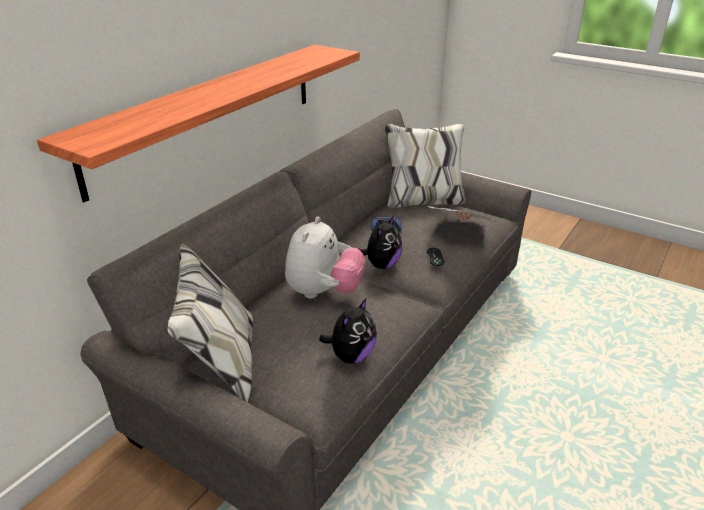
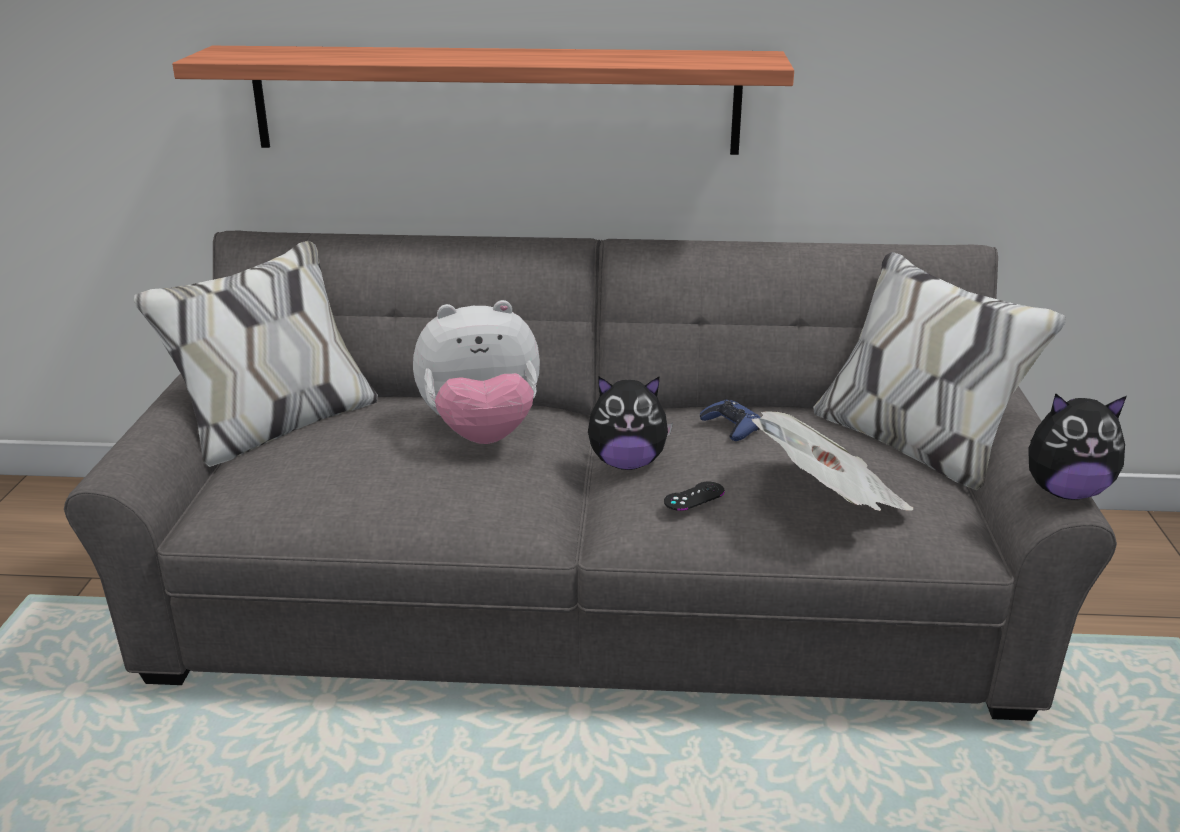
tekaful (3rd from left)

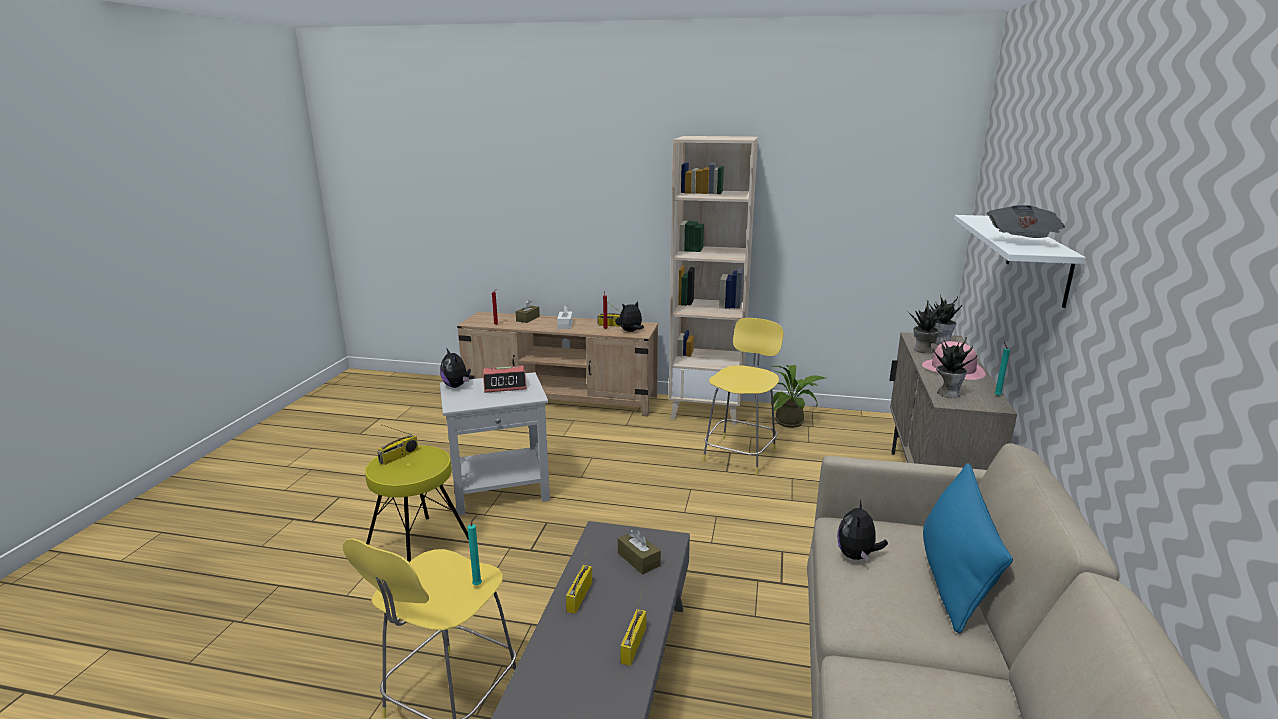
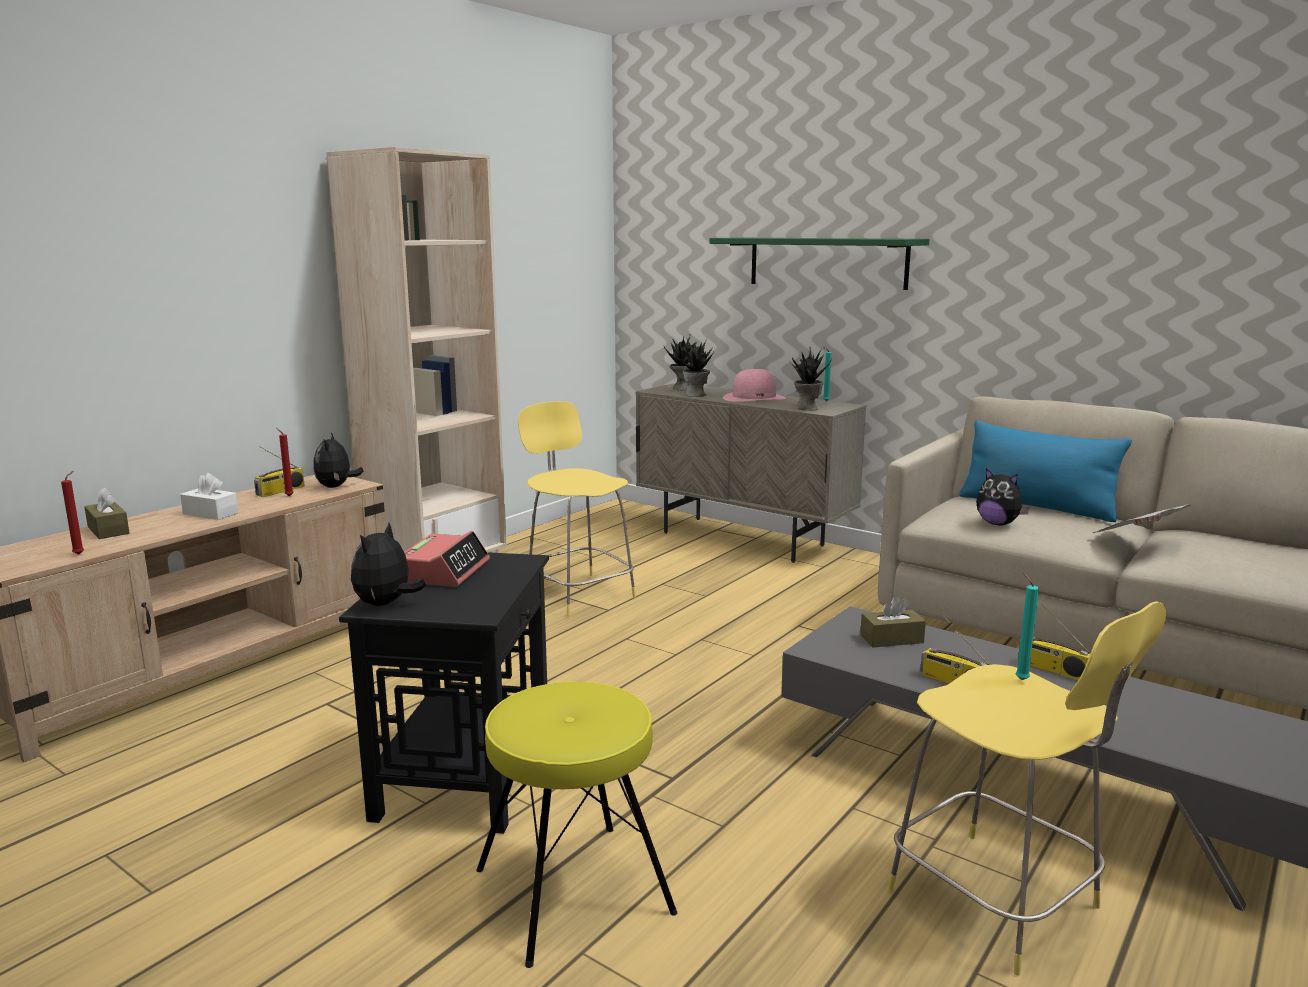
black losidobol
tekaful (2nd from left)
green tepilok
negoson
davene (1st from left in the first image)
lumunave (1st from left in the first image)

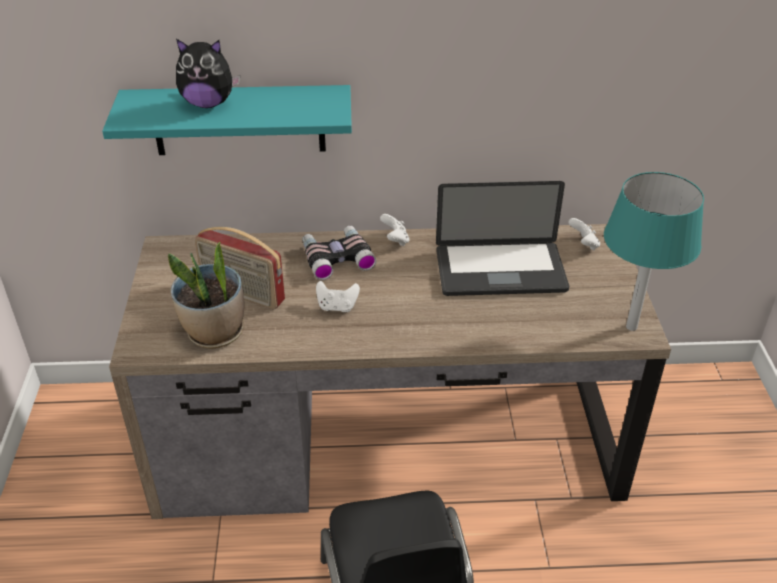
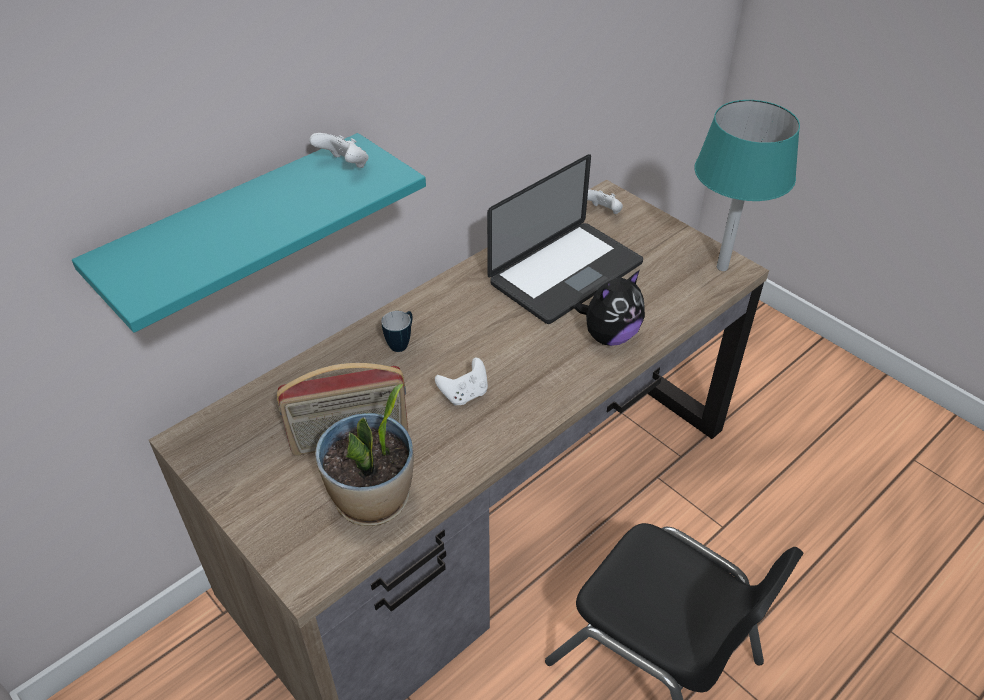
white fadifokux (1st from left)
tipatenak
tekaful

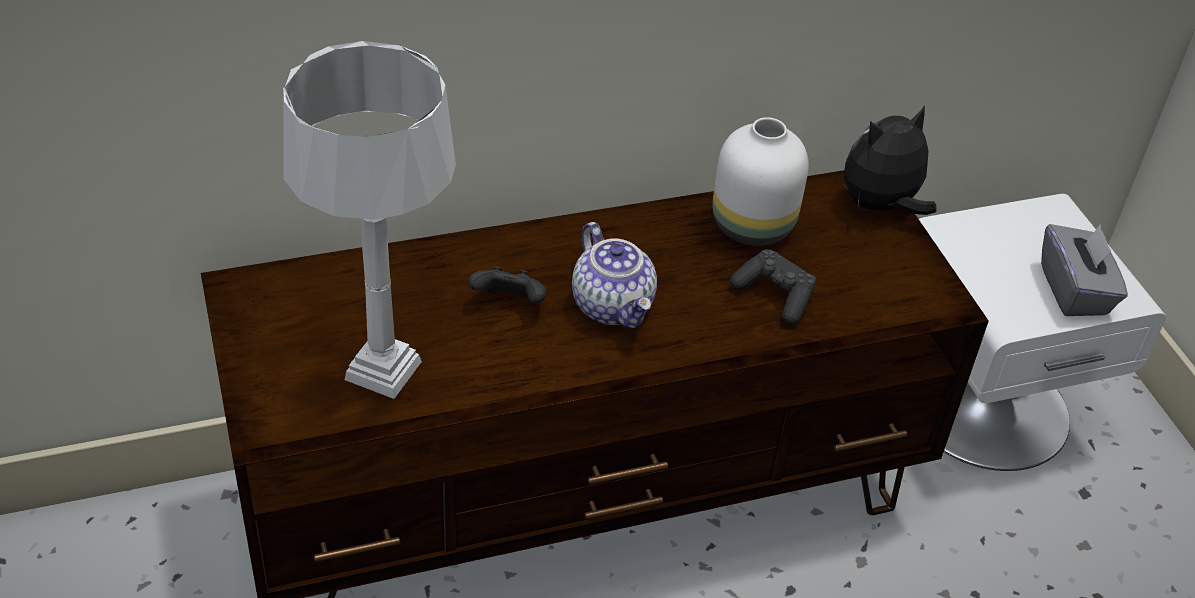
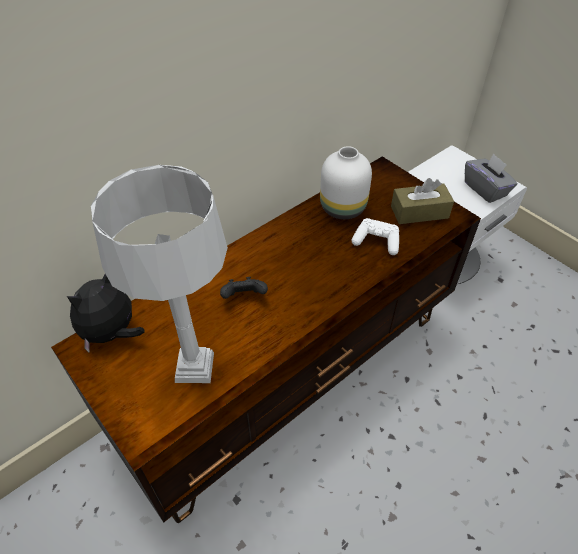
tekaful
white fadifokux
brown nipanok
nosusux

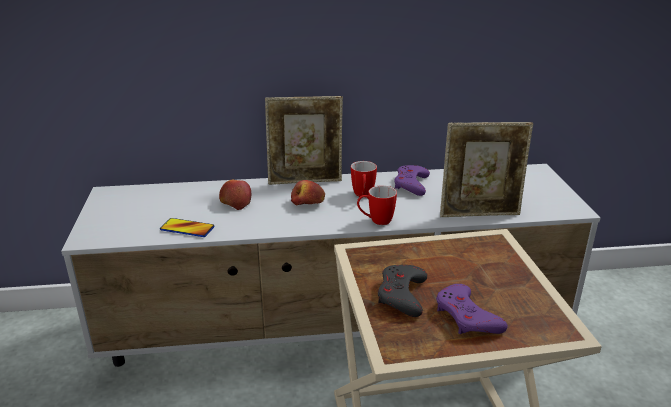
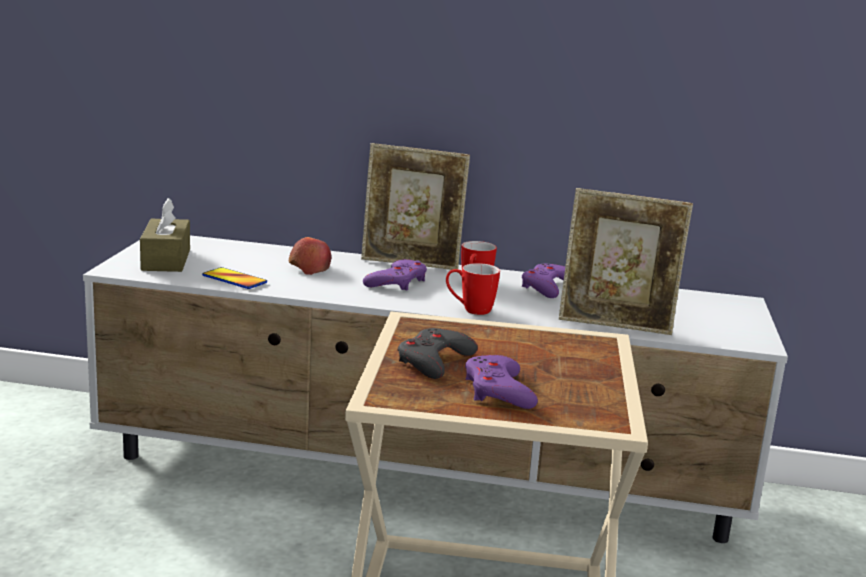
brown nipanok
purple fadifokux (1st from left)

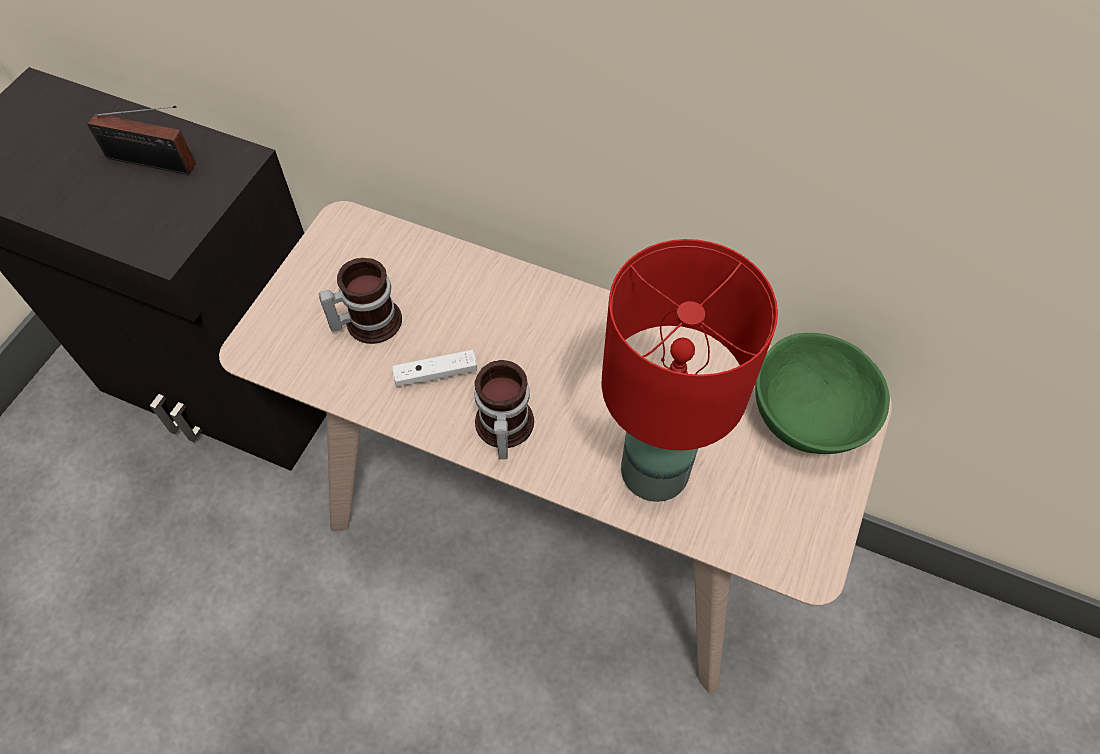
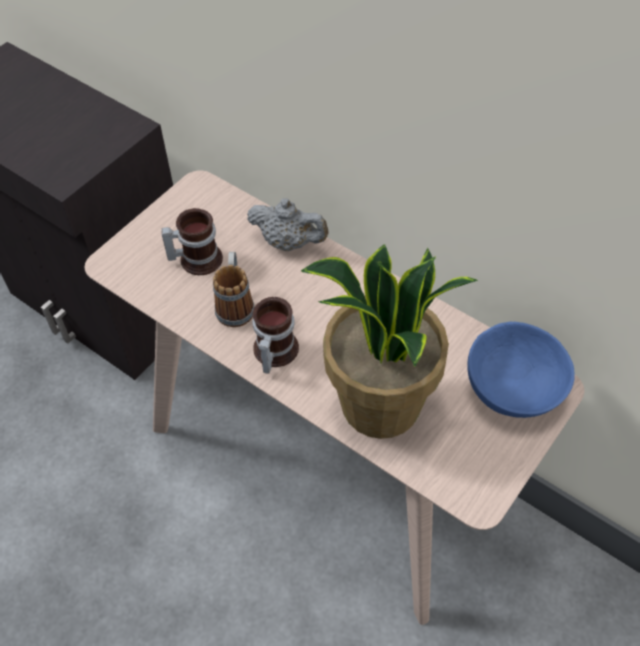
tipatenak (2nd from left)
grey nosusux
lumunave
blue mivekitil
davene

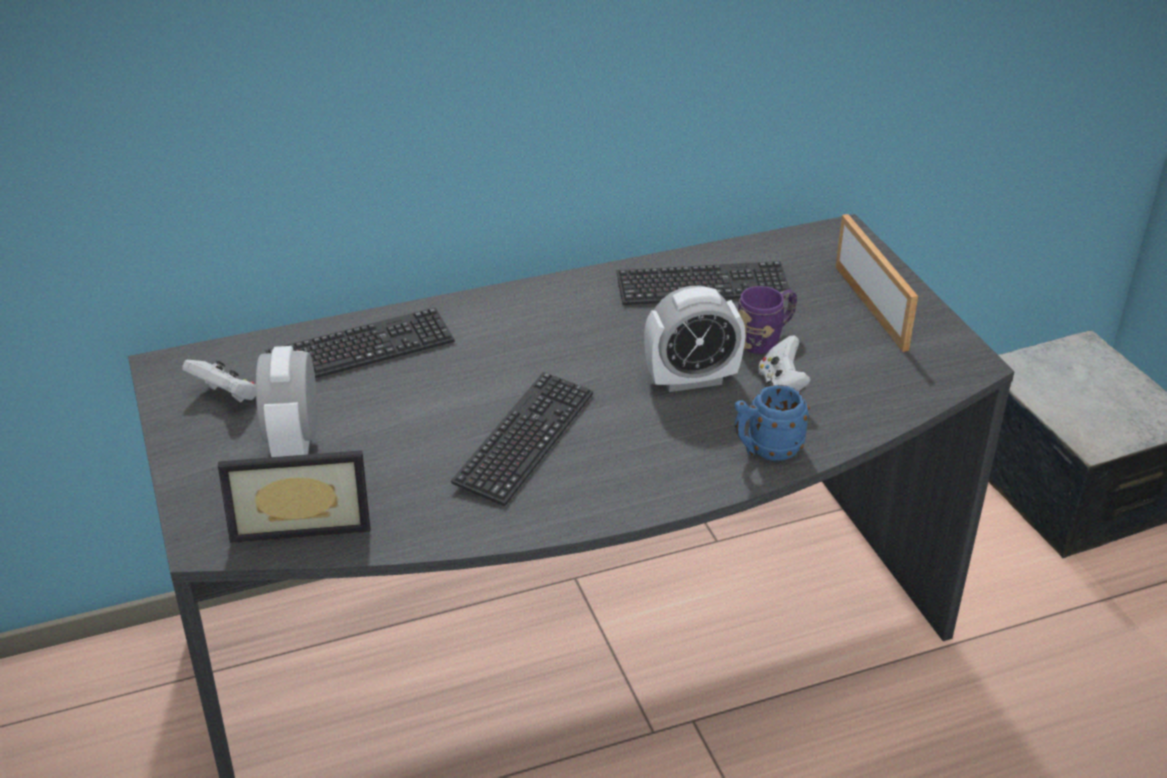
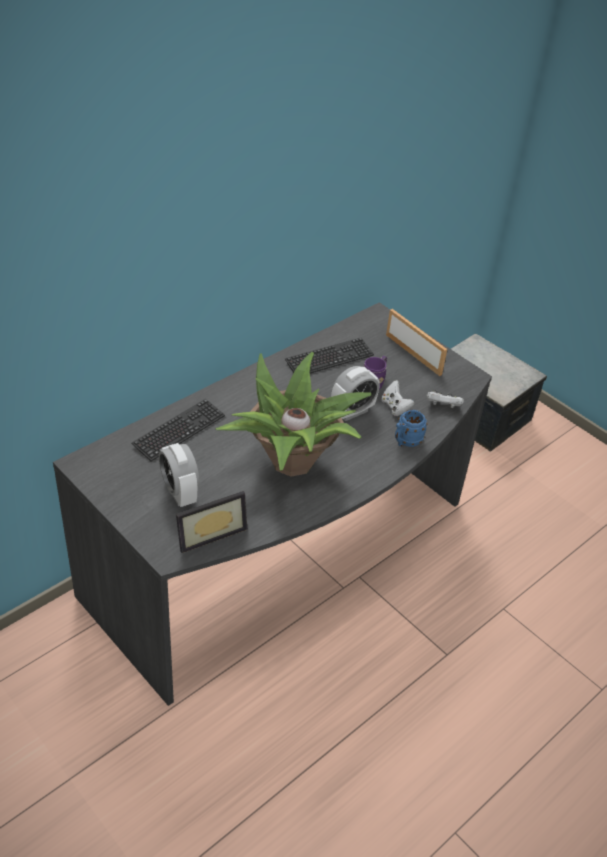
lumunave
white fadifokux (2nd from left)

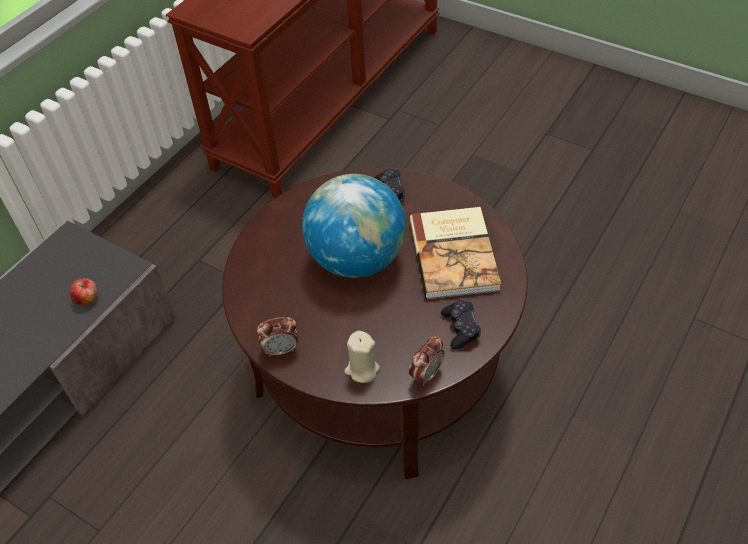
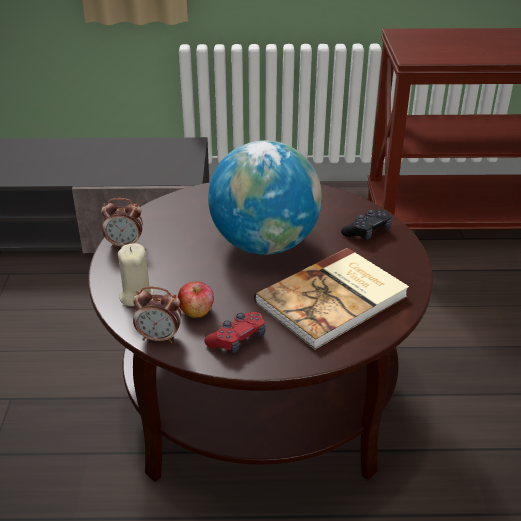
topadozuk (1st from left)
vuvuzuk
red fadifokux

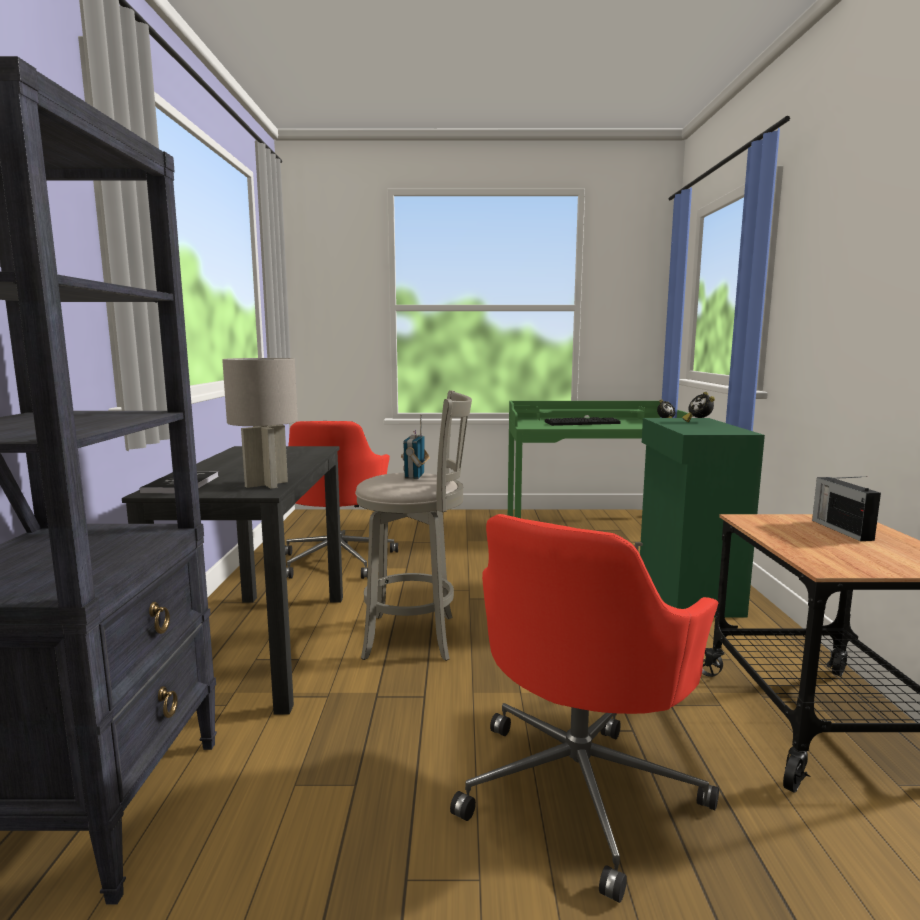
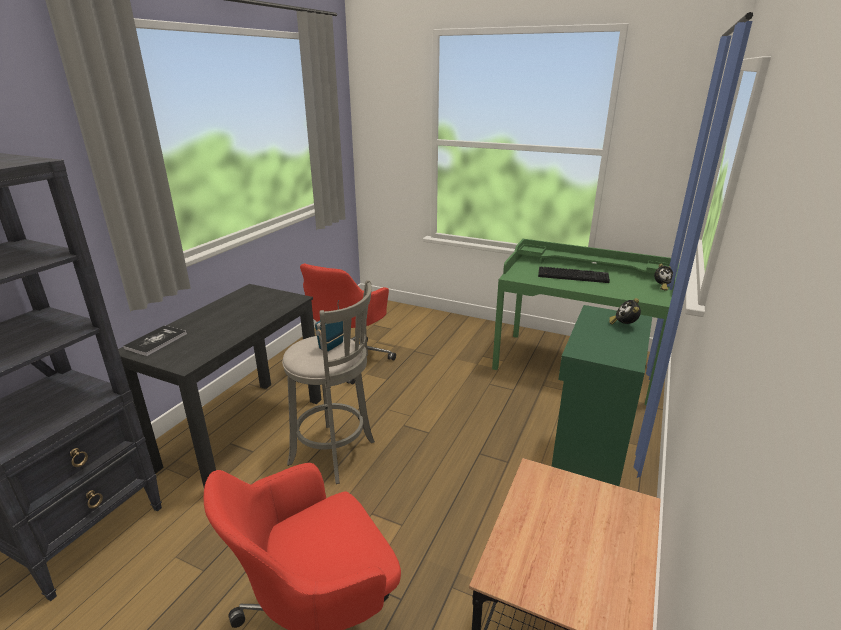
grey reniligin
davene (2nd from left in the first image)

